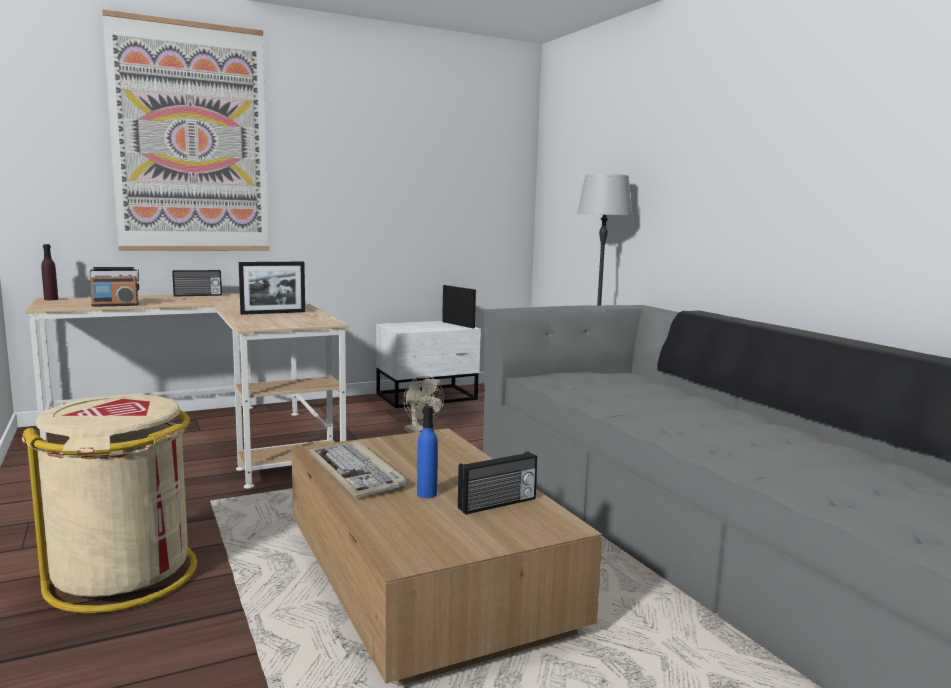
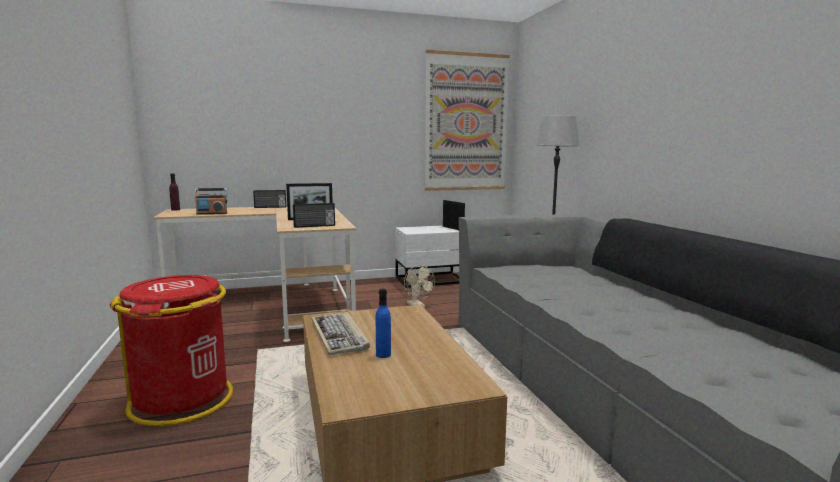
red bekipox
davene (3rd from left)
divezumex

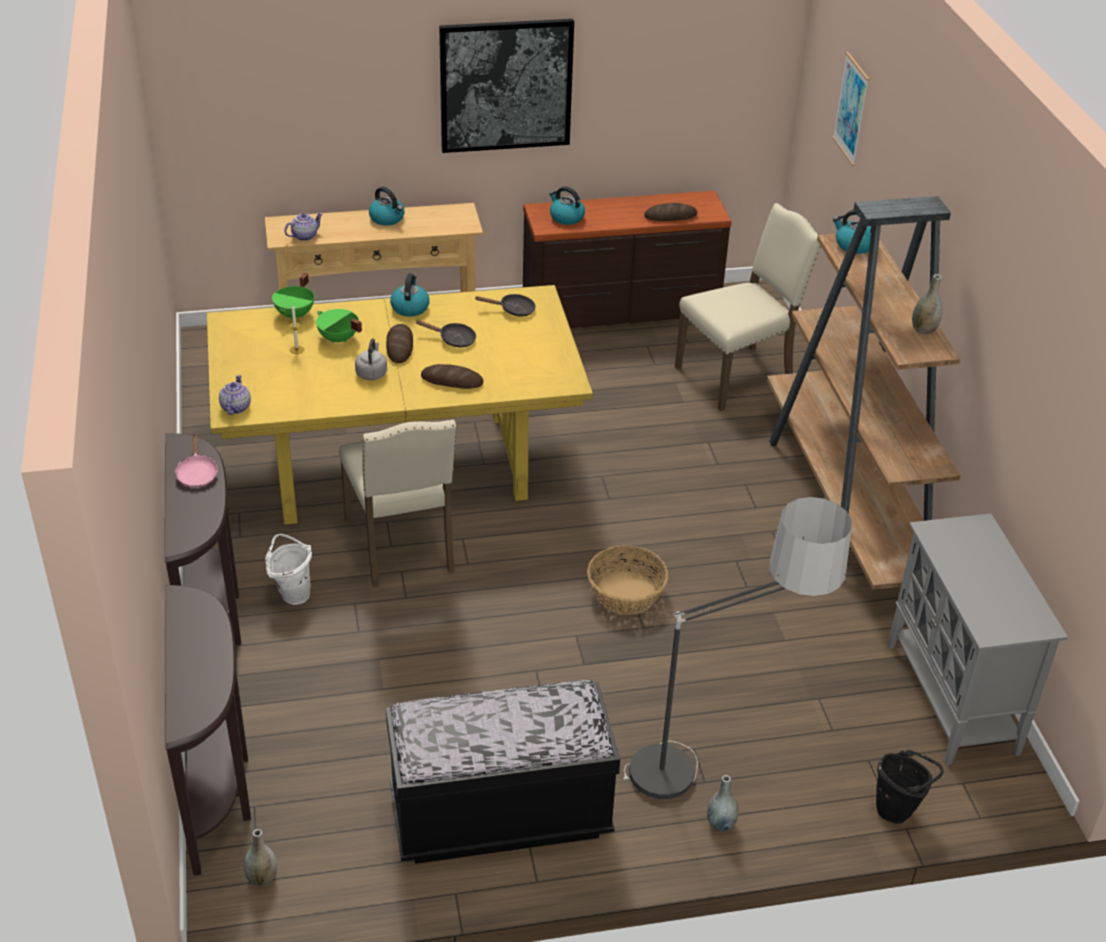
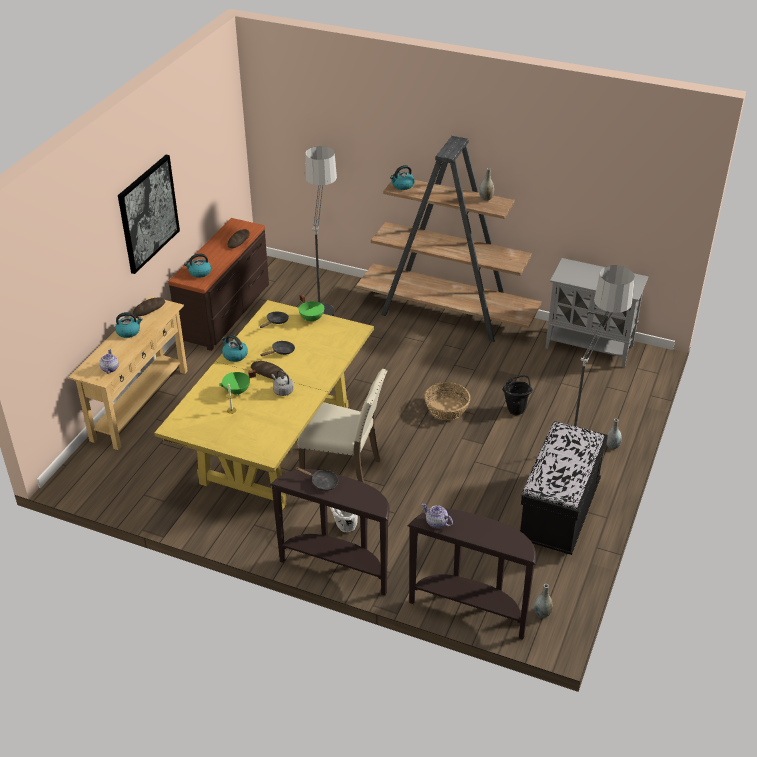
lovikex (1st from left)
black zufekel (3rd from left)
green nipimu (2nd from left)
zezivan (1st from left)
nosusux (2nd from left)
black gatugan
divezumex (2nd from left in the first image)

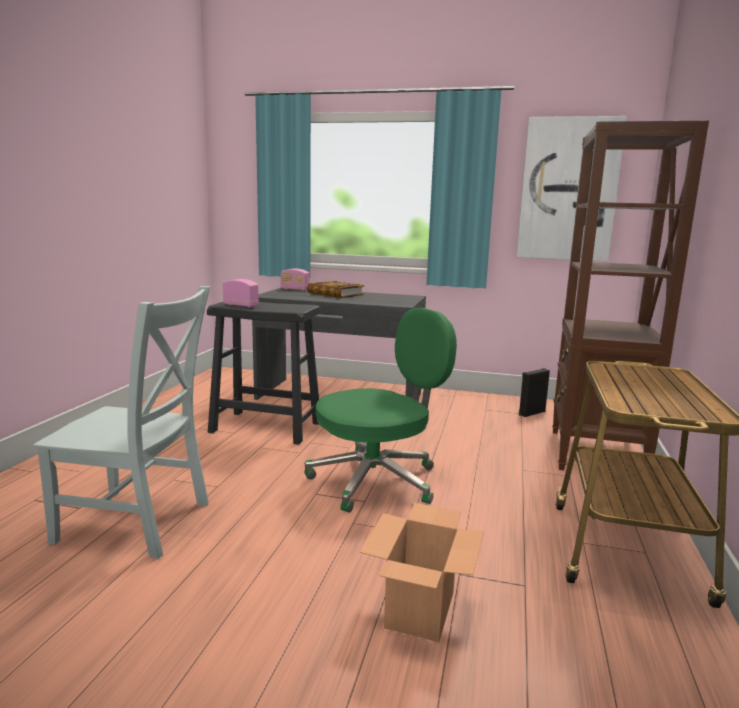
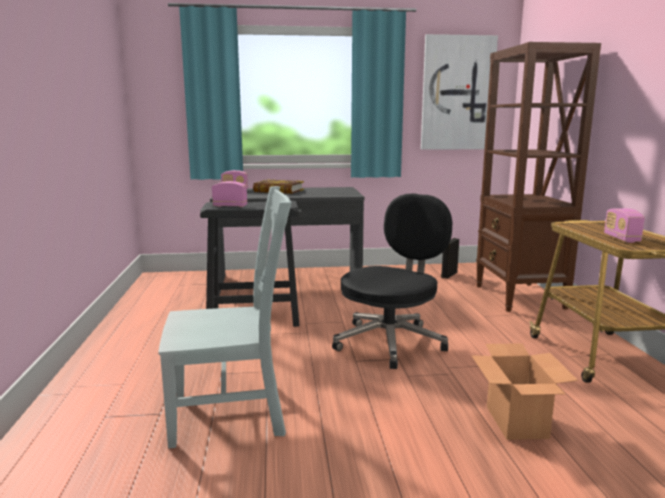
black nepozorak
davene (3rd from left)

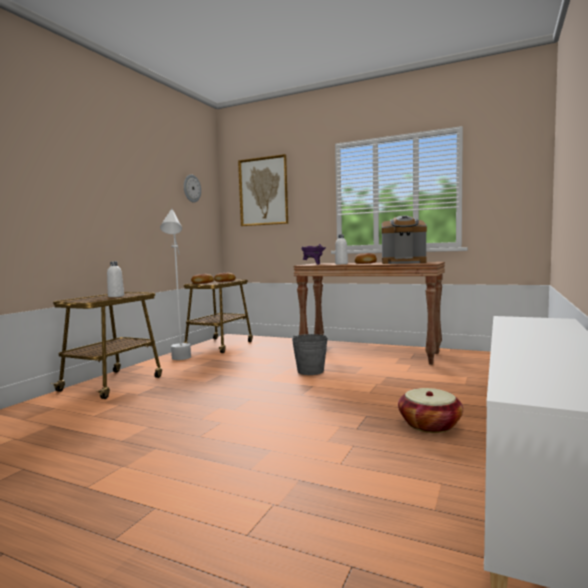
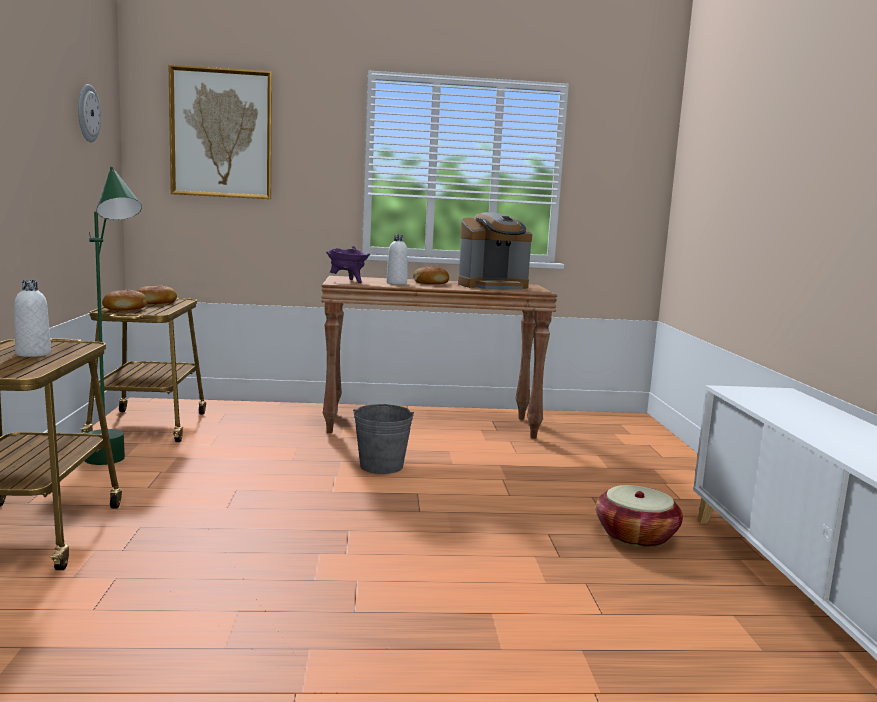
green zezivan

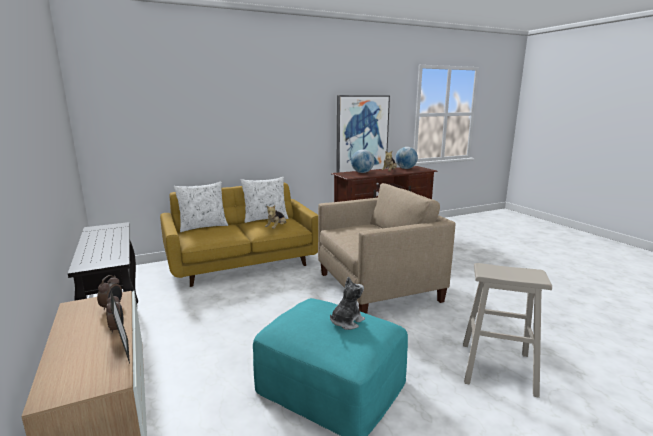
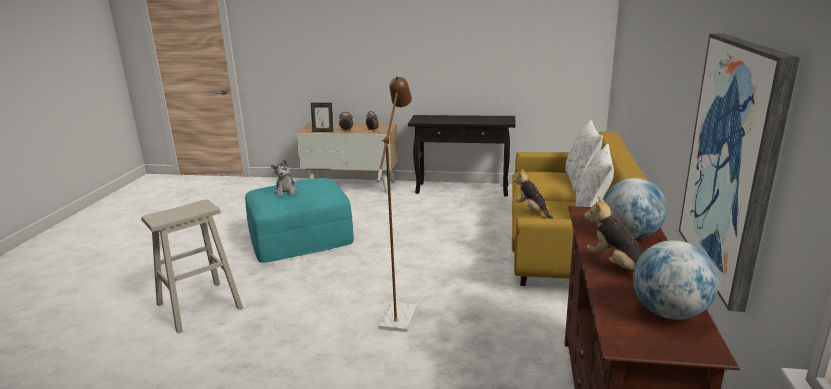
brown zezivan

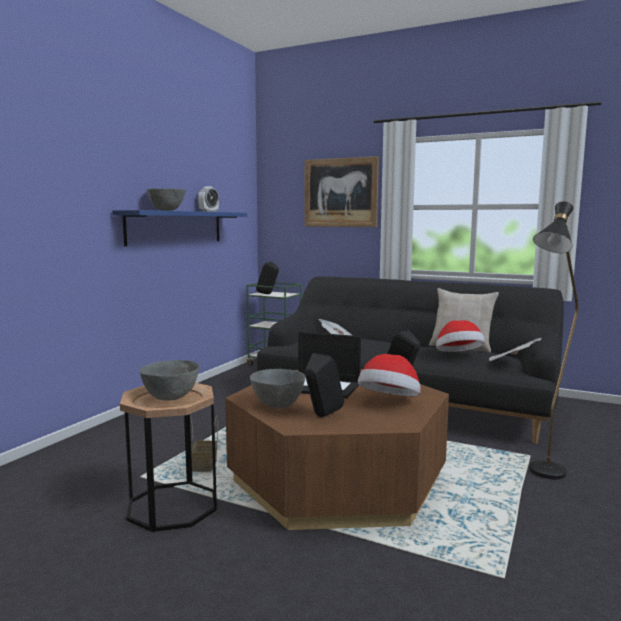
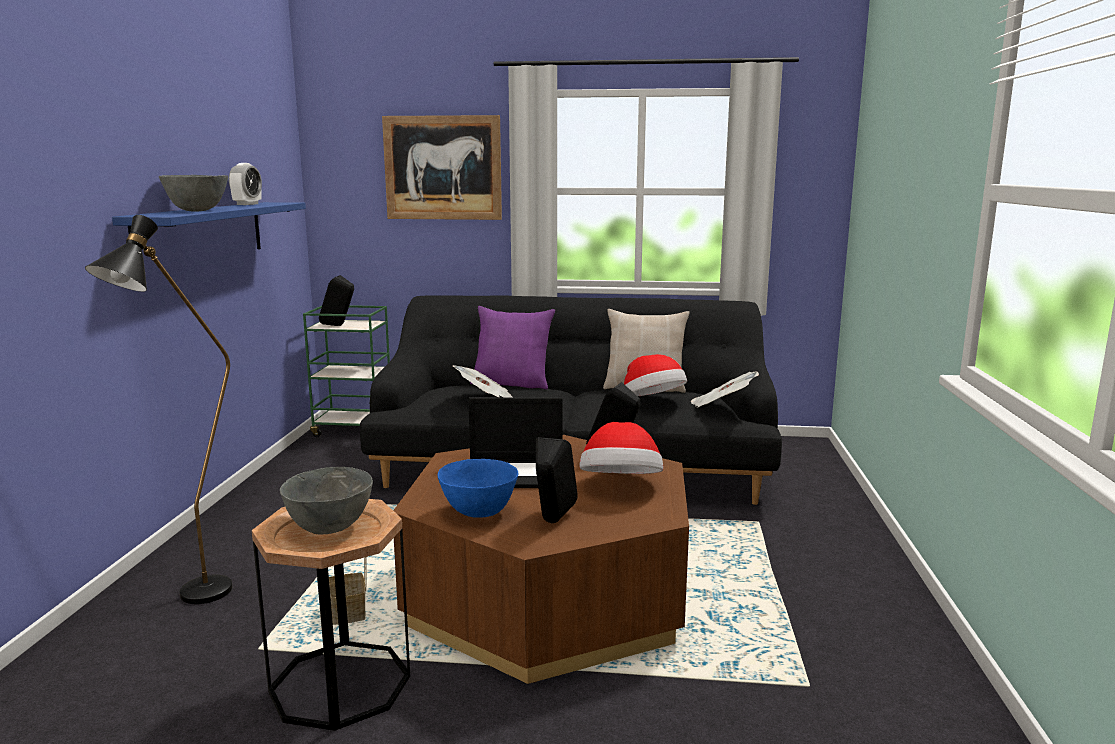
black zezivan
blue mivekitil
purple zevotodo

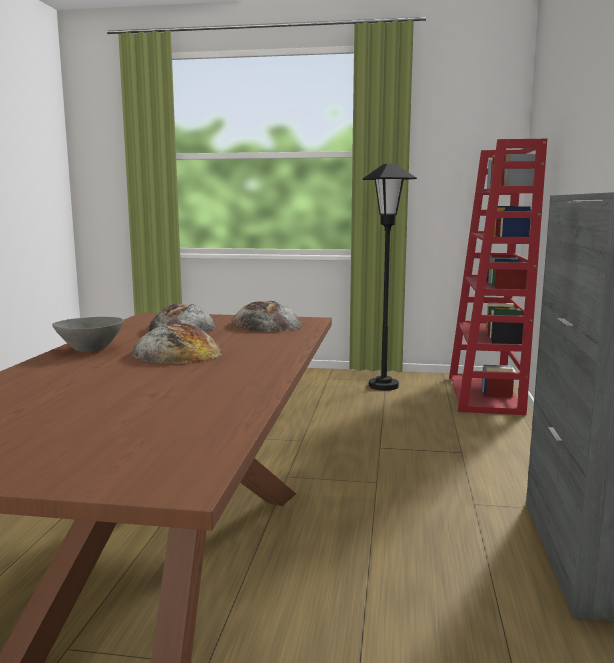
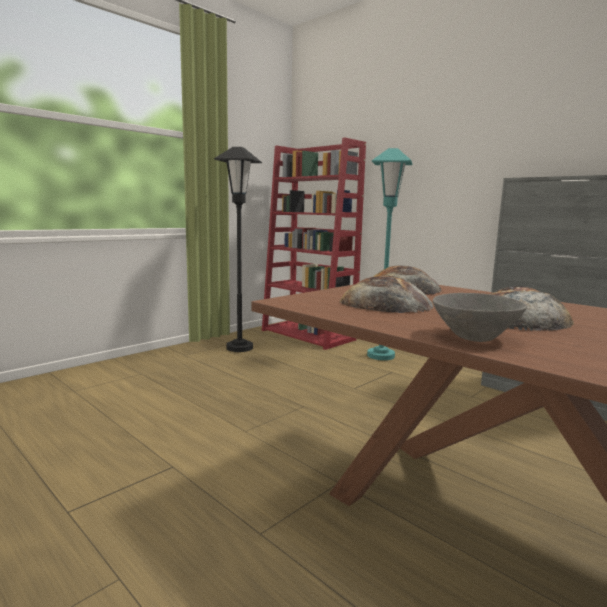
turquoise zezivan

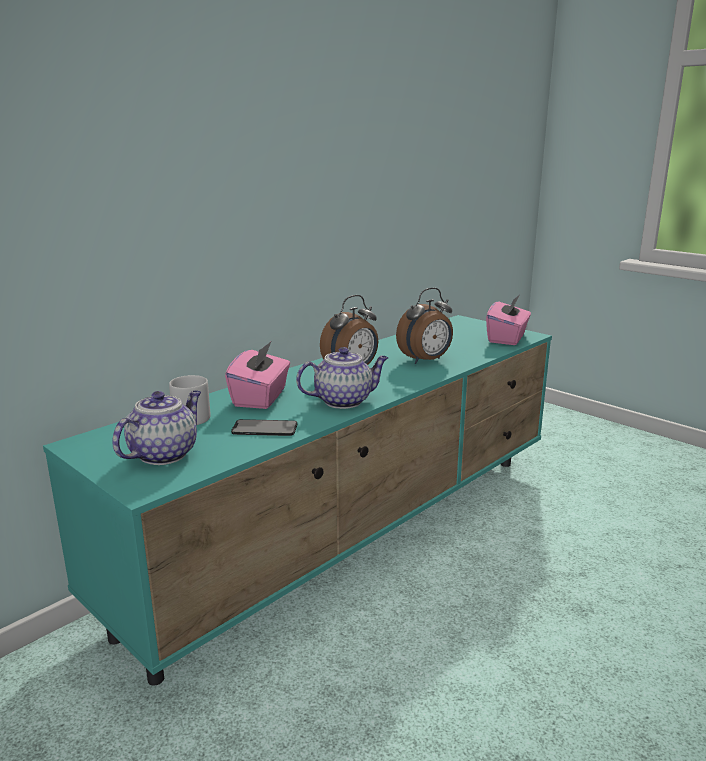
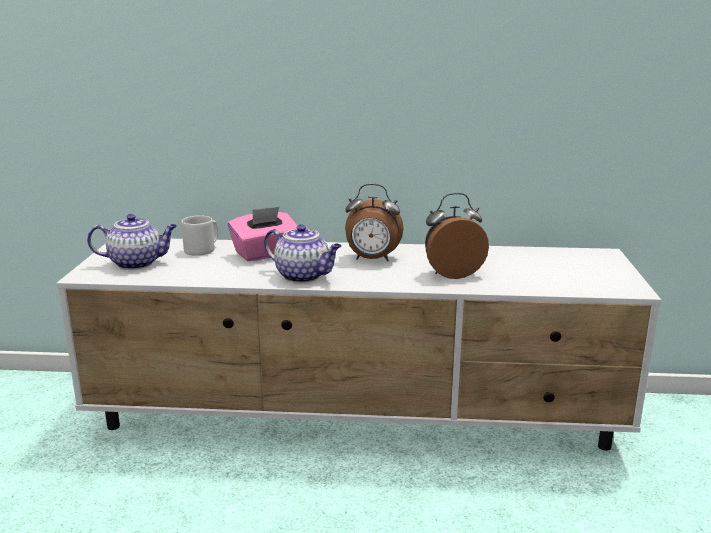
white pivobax
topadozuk (2nd from left)
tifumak
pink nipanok (2nd from left in the first image)

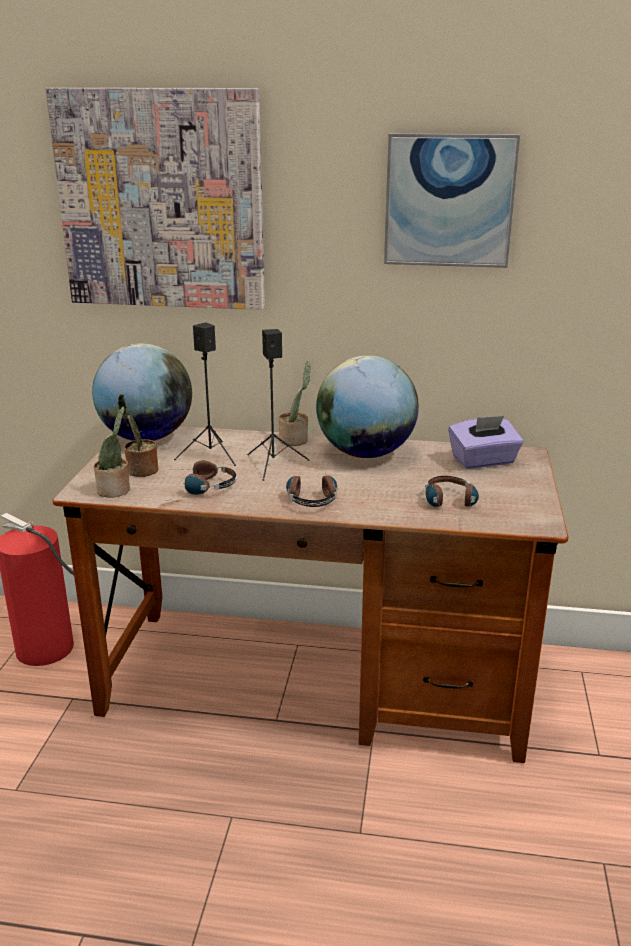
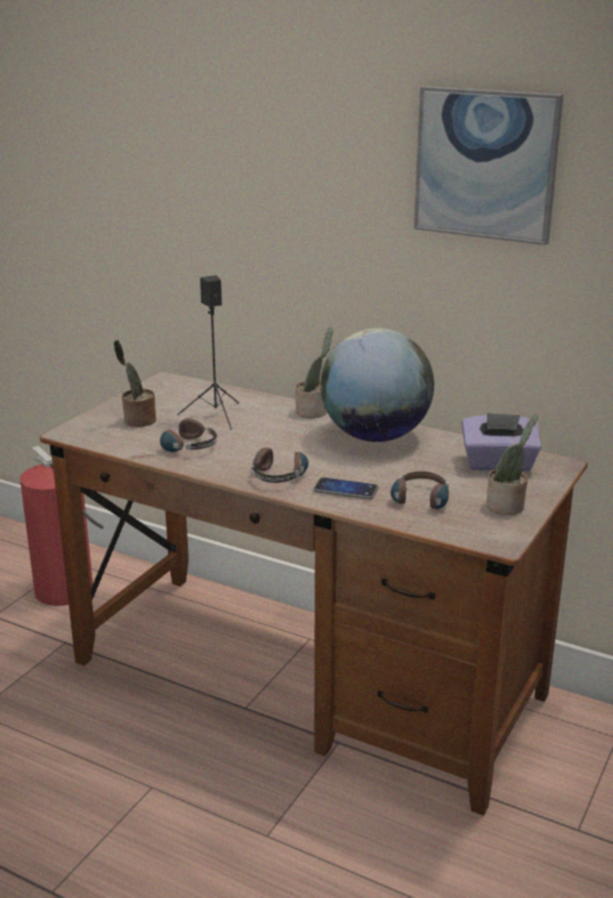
tifumak
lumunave (3rd from left)
divezumex (1st from left in the first image)
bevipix (1st from left in the first image)
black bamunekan (2nd from left in the first image)

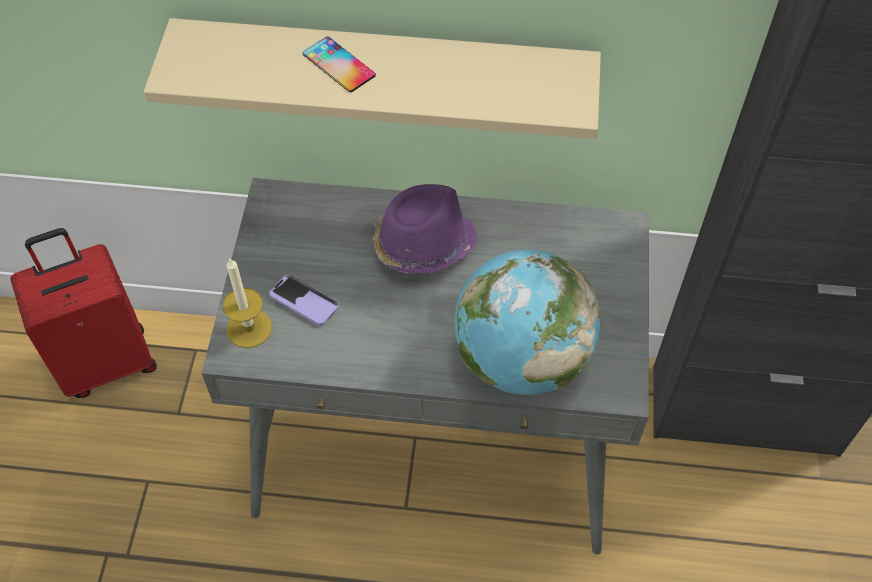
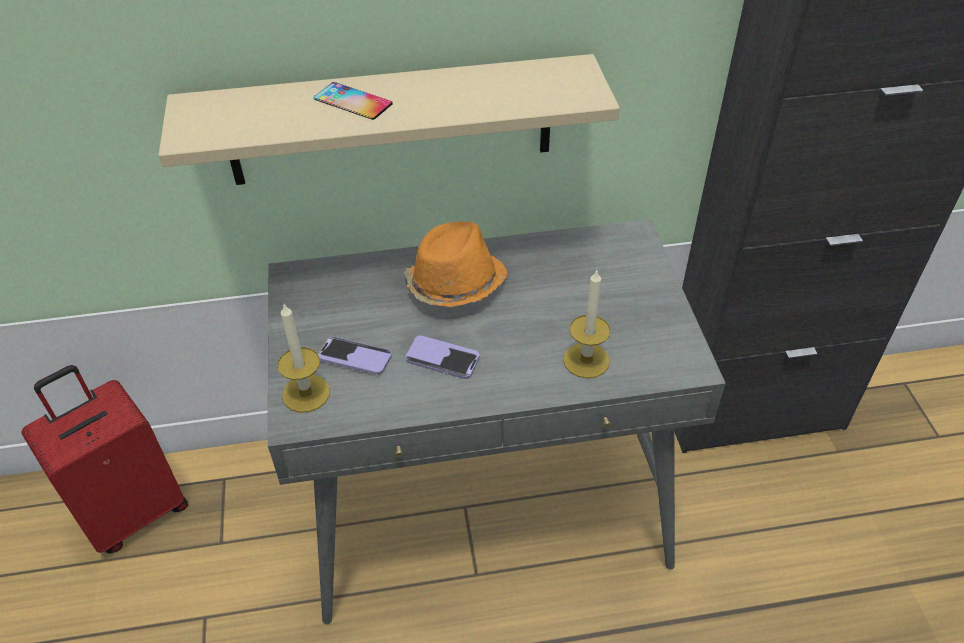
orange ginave
tifumak (3rd from left)
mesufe (2nd from left)

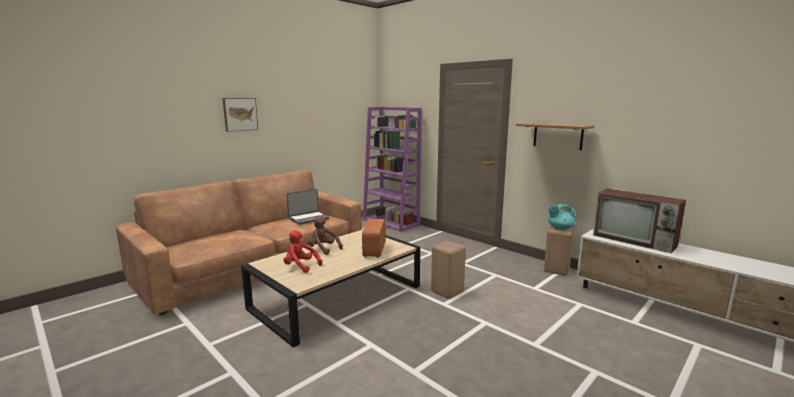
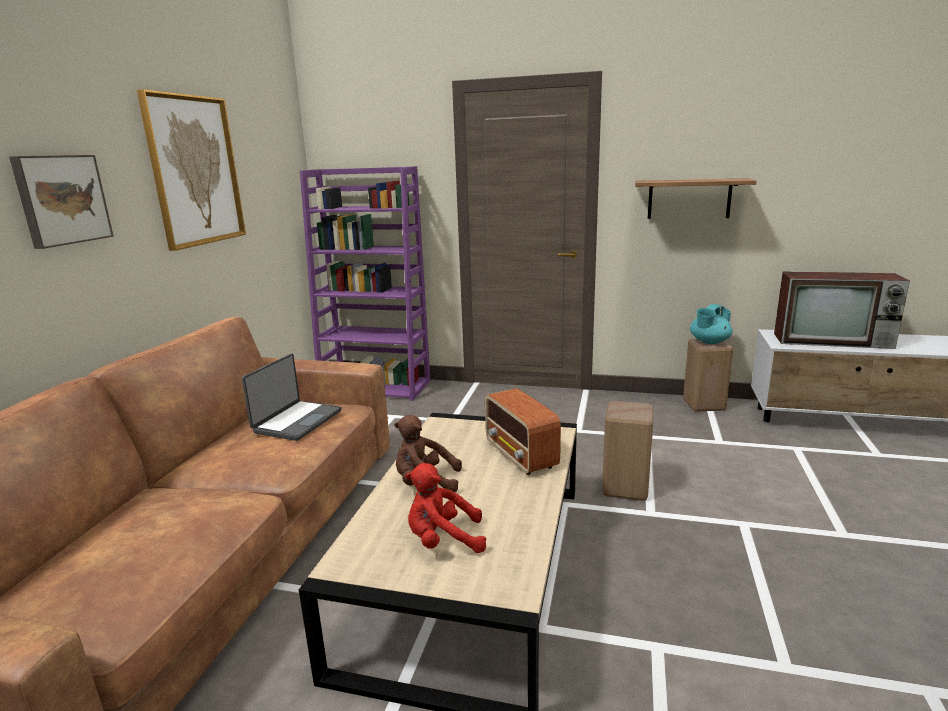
divezumex (2nd from left)

